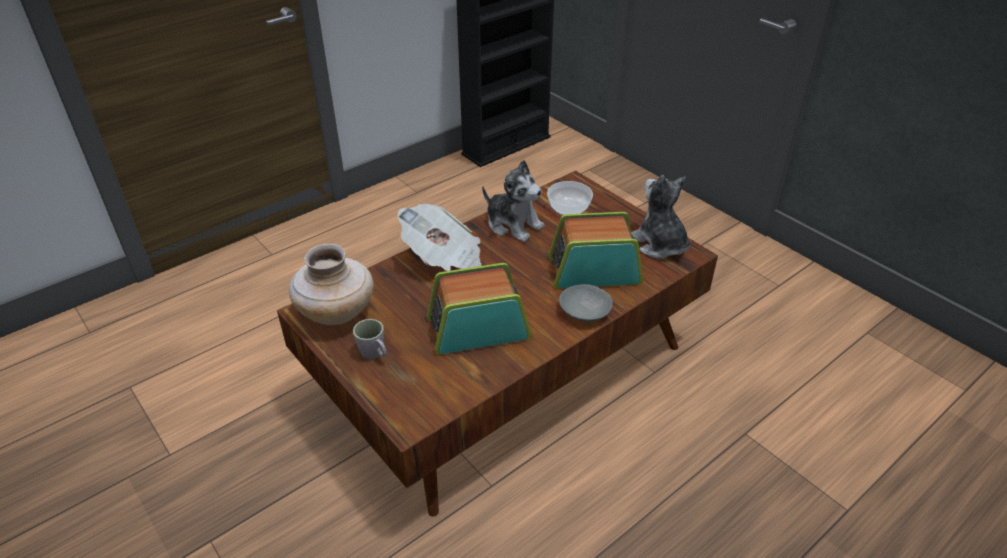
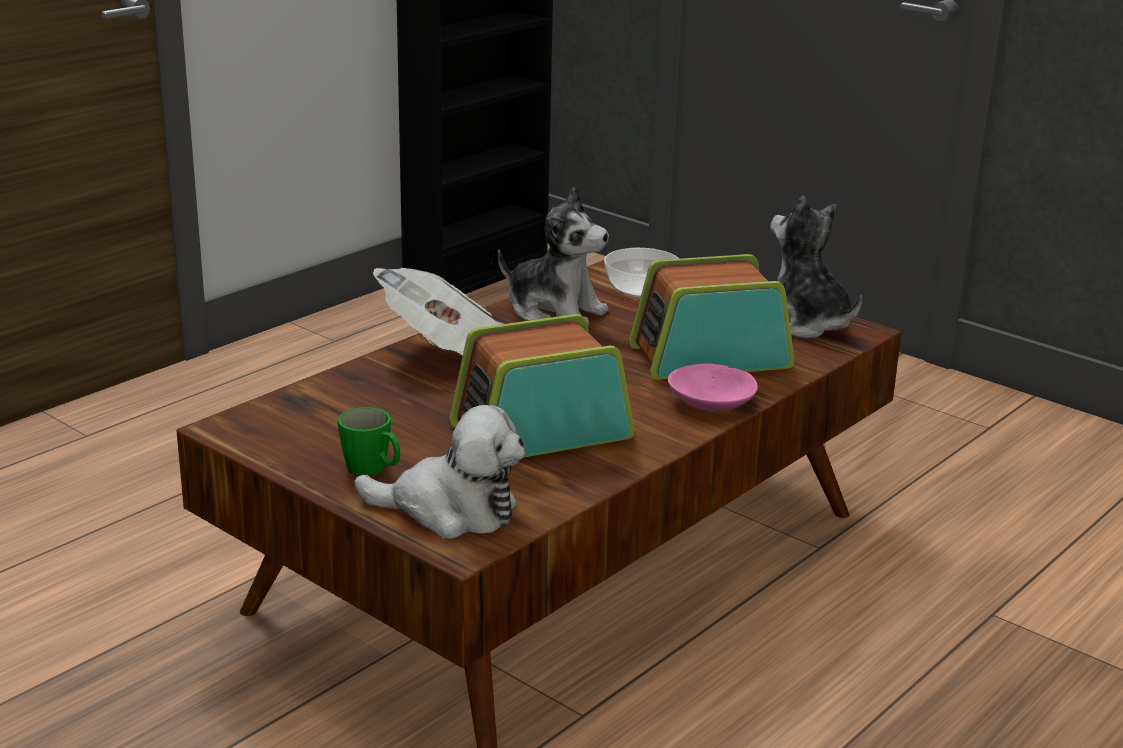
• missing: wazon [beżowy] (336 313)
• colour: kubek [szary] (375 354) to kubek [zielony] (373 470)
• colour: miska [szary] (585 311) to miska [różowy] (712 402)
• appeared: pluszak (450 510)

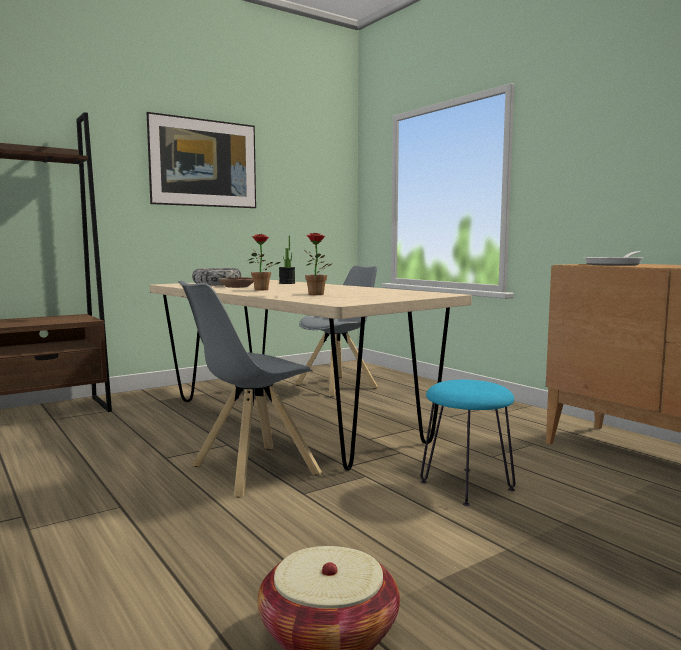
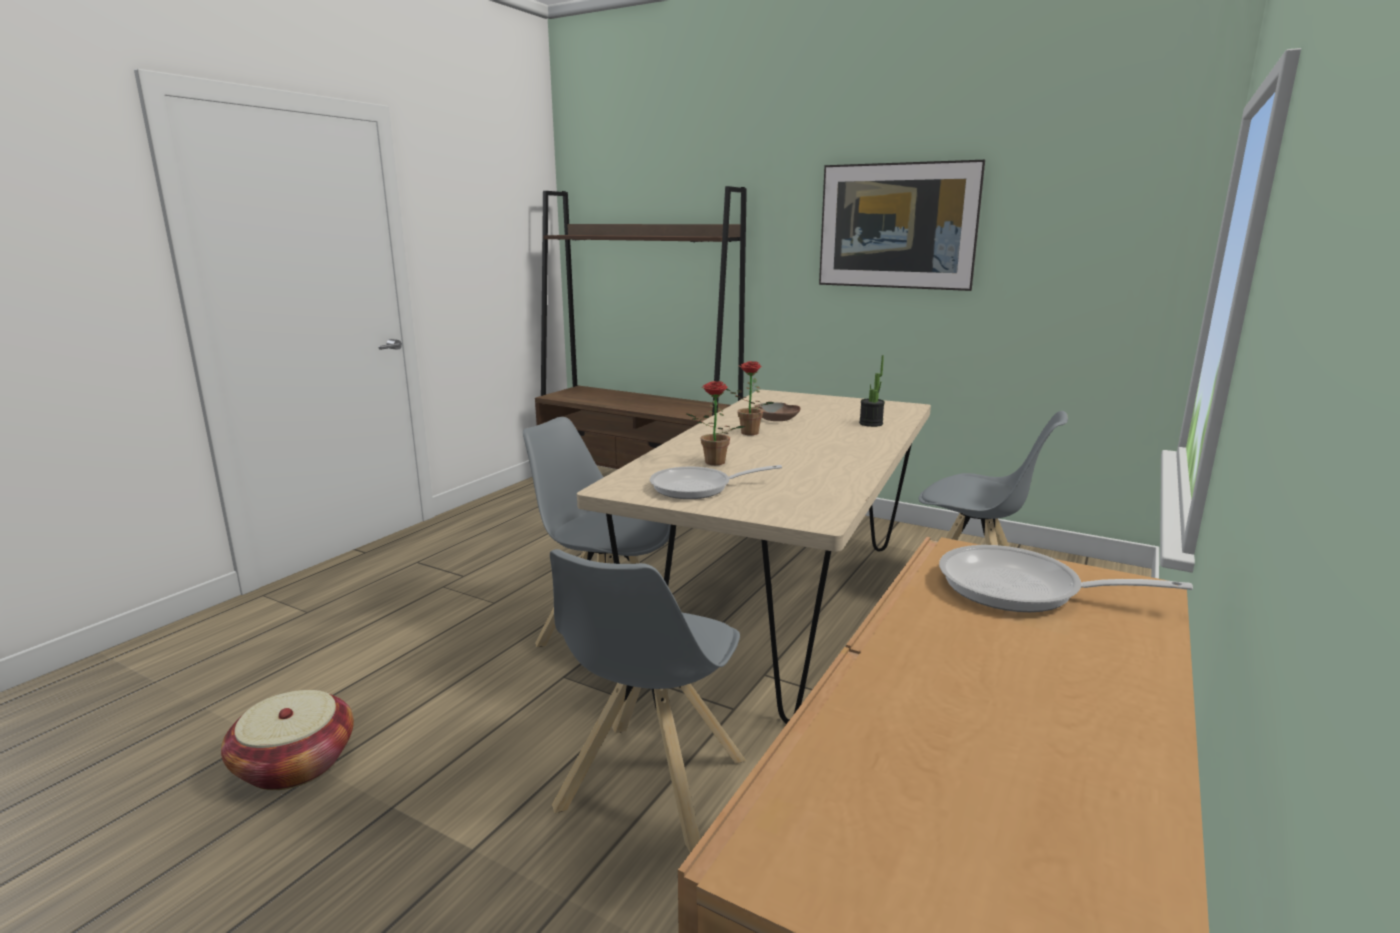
• missing: miska (217 284)
• exchanged: stołek [turkusowy] (466 486) to krzesło [szary] (649 787)
• appeared: patelnia (698 488)

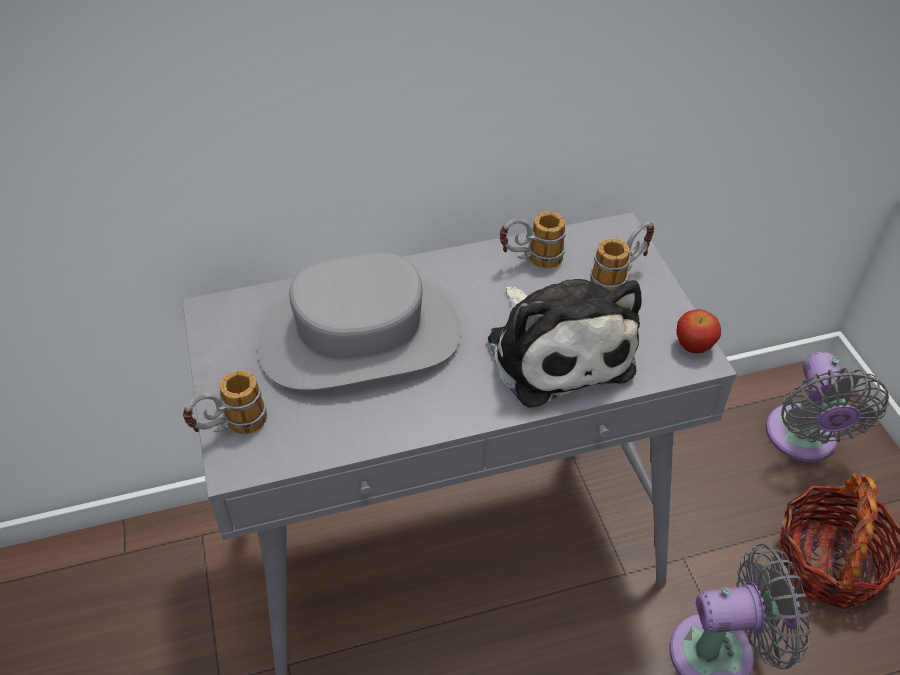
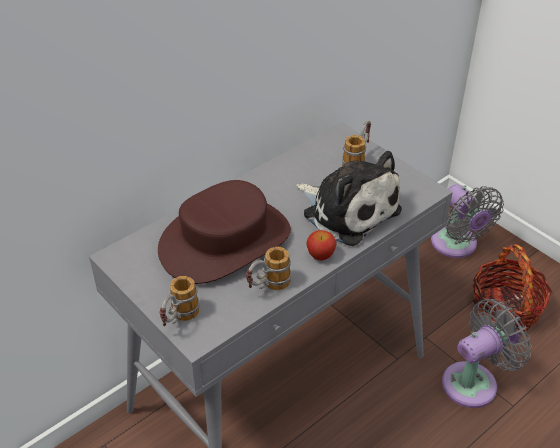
• colour: kapelusz [szary] (360 337) to kapelusz [brązowy] (225 240)
• relocated: kubek (530 261) to (267 287)
• relocated: jabłko (693 345) to (320 255)

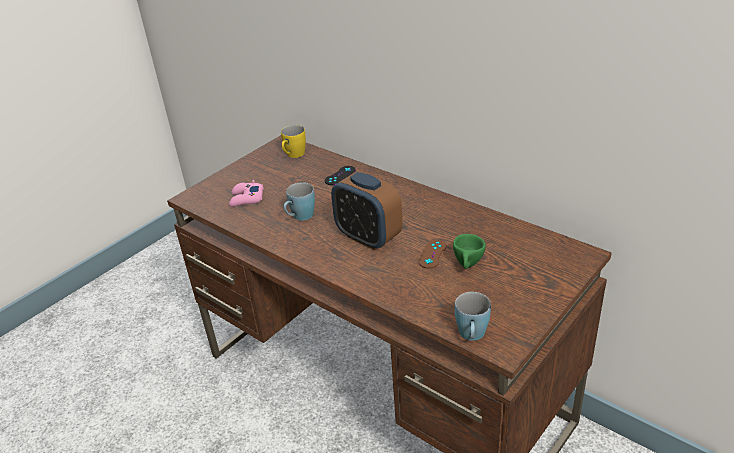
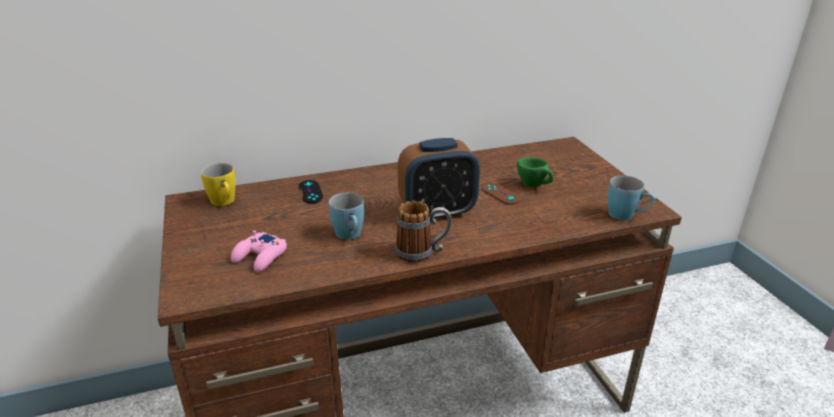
• appeared: kubek (422 253)

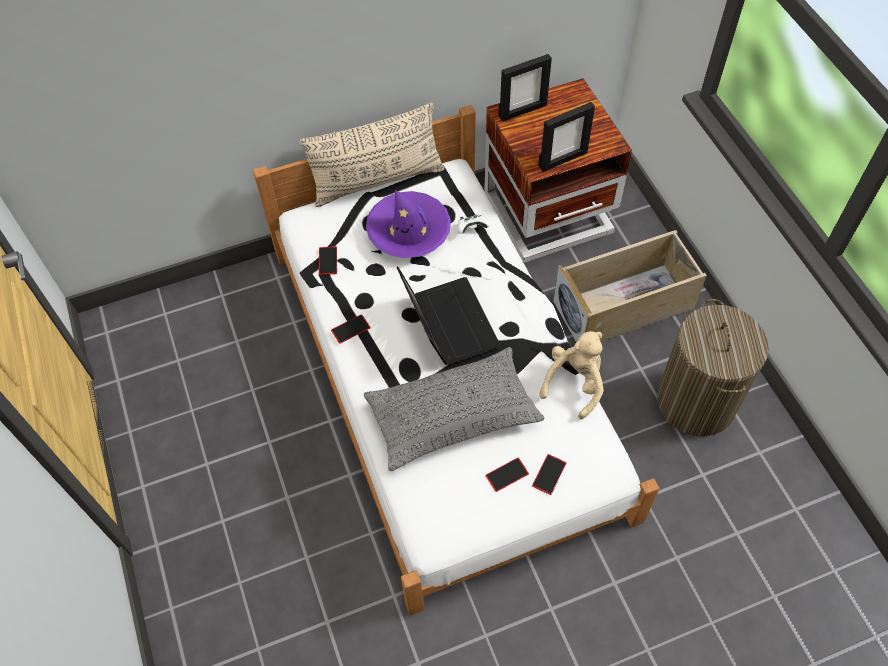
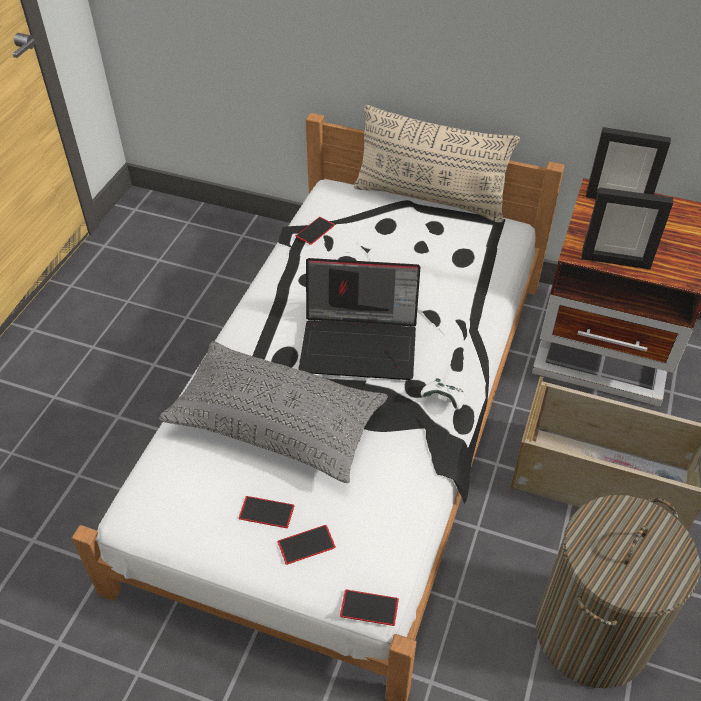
• relocated: telefon (350 329) to (369 607)
• missing: kapelusz [fioletowy] (409 231)
• spun: laptop (447 323) = (361 343) 75 degrees clockwise
• relocated: pad do gier [biały] (472 228) to (444 401)
• missing: pluszak [beżowy] (575 383)

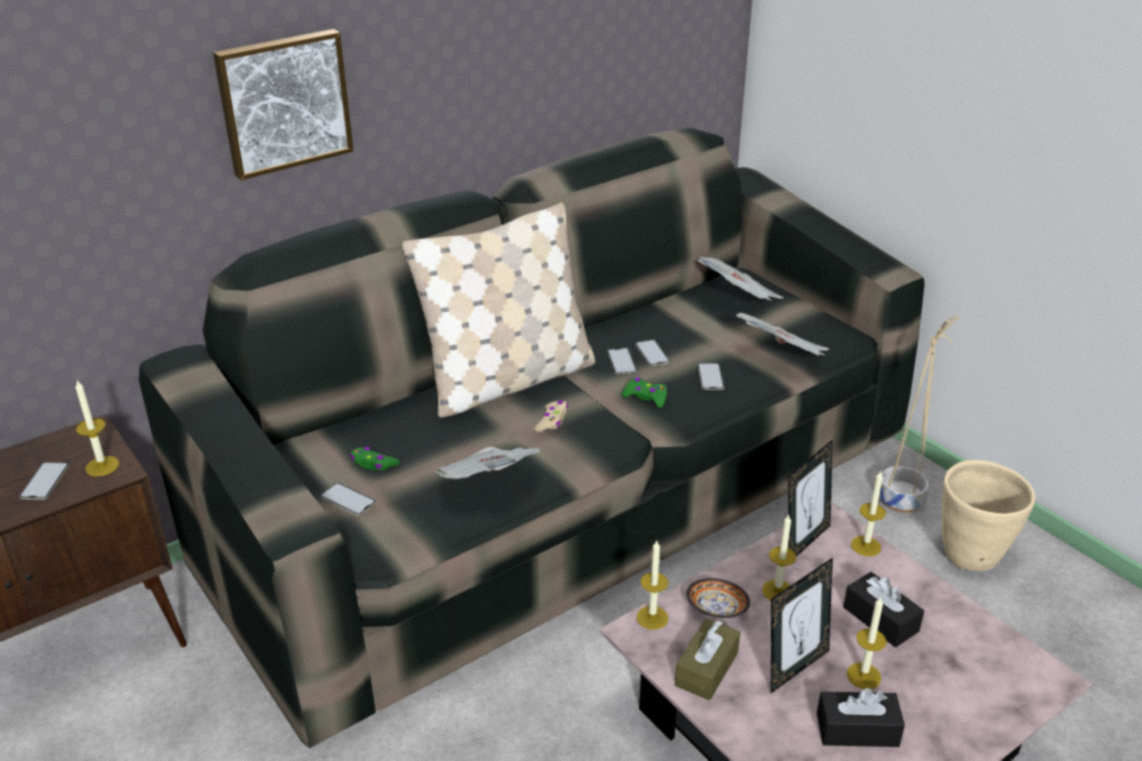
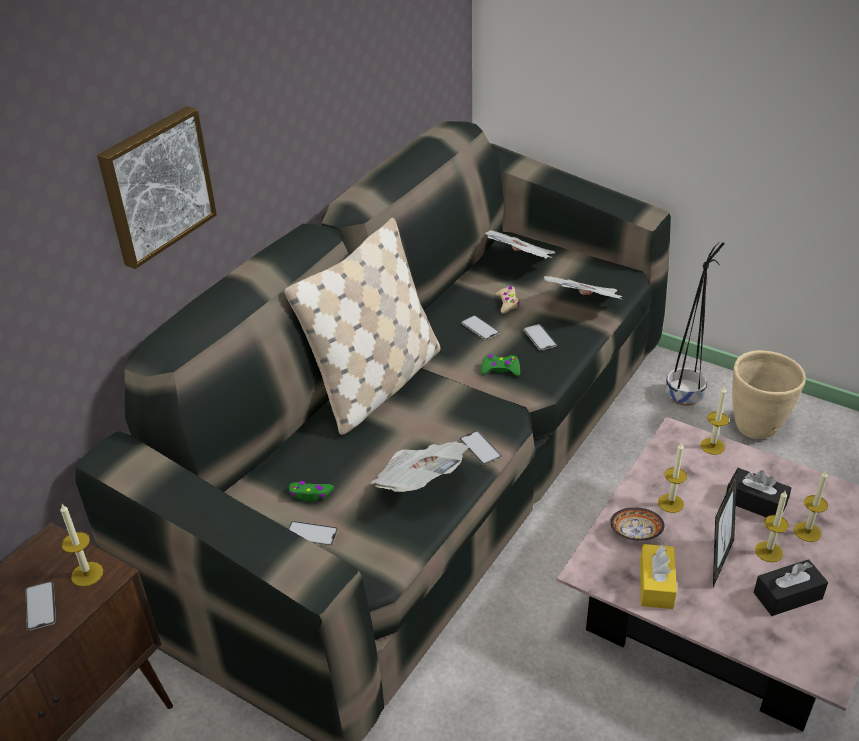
• relocated: pad do gier [beżowy] (552 421) to (507 303)
• relocated: telefon (621 361) to (480 448)
• relocated: świeca (652 617) to (807 532)
• colour: pudełko chusteczek [brązowy] (706 669) to pudełko chusteczek [żółty] (656 584)
• missing: ramka na zdjęcie (804 541)
• colour: donica [beżowy] (902 500) to donica [czarny] (685 395)

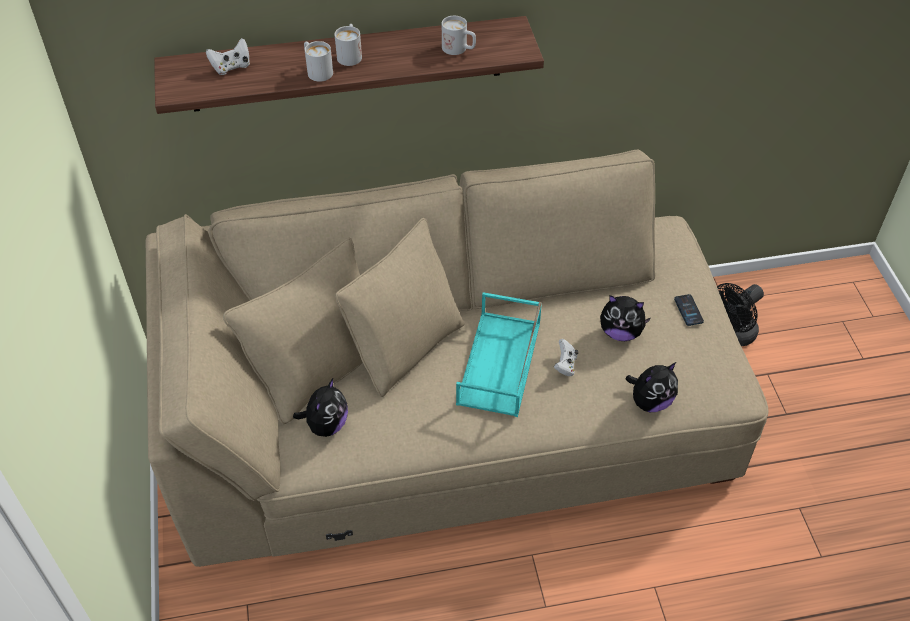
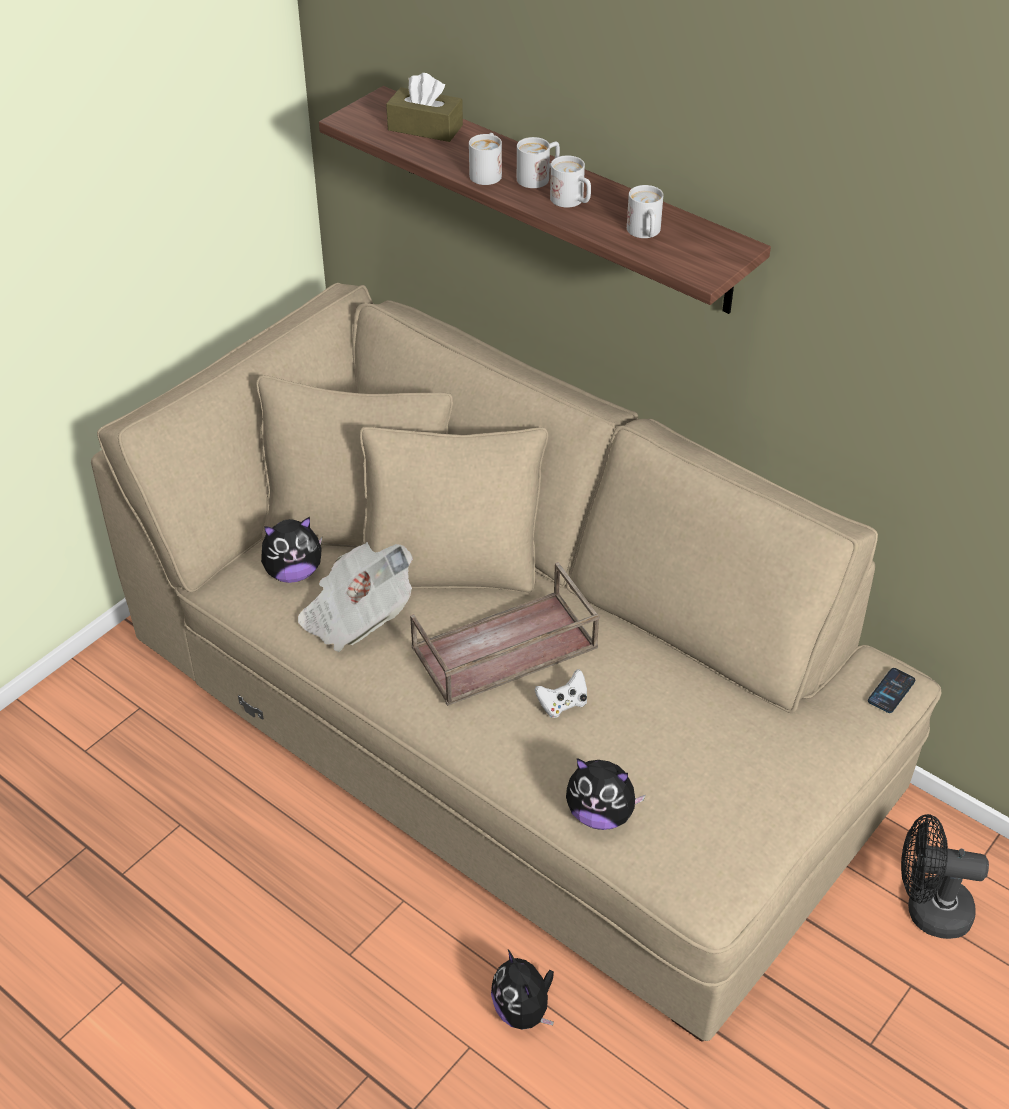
• exchanged: pad do gier [biały] (231 67) to pudełko chusteczek [brązowy] (425 128)
• colour: taca [turkusowy] (500 364) to taca [brązowy] (503 650)
• relocated: pluszak (620 332) to (523 1010)
• relocated: telefon (688 310) to (891 691)
• appeared: gazeta (357 615)
• appeared: kubek [biały] (572 202)

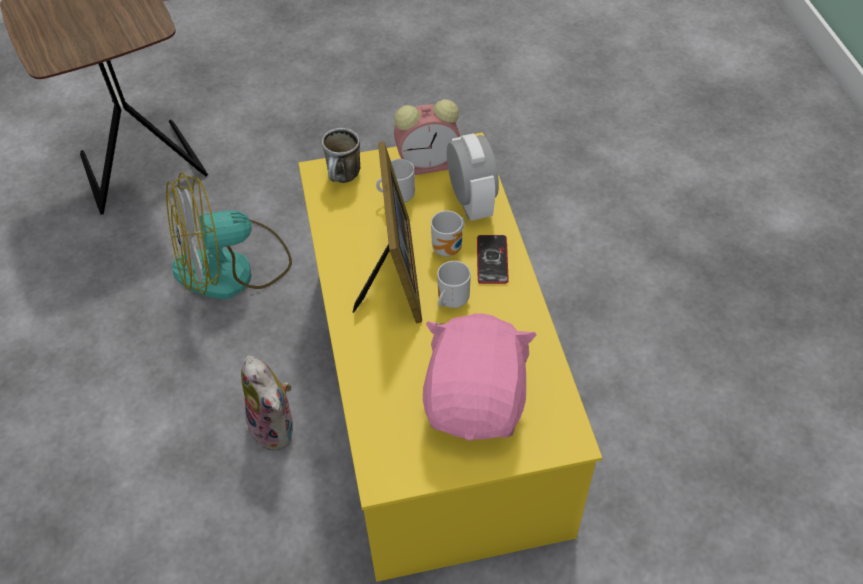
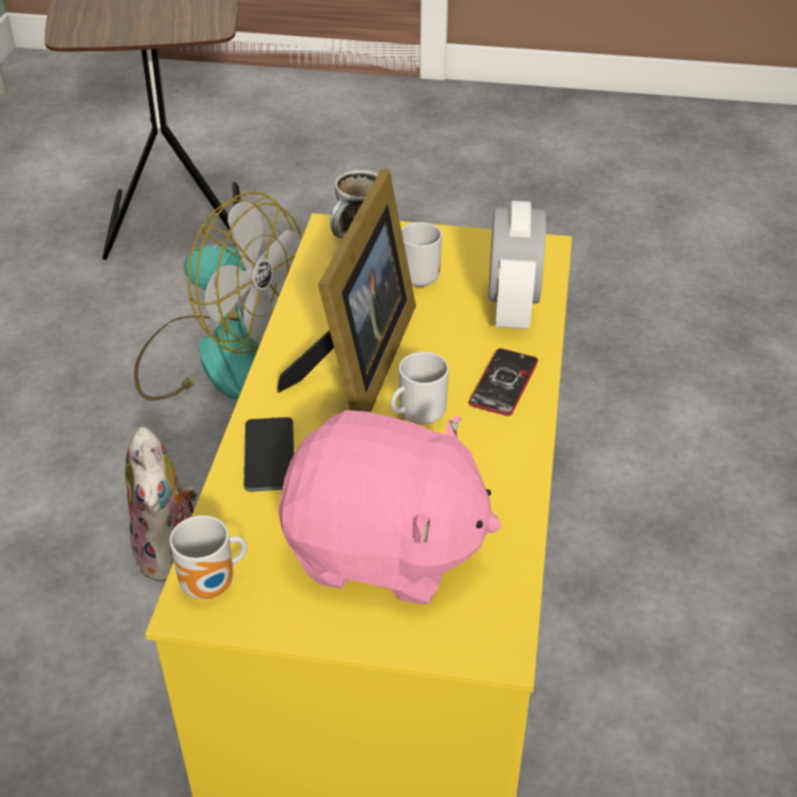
• spun: wentylator (232 268) = (219 356) 150 degrees counterclockwise
• missing: budzik (429 163)
• spun: pluszak [różowy] (476 401) = (384 549) 75 degrees clockwise
• relocated: kubek (449 249) to (213 586)
• appeared: telefon (269 455)

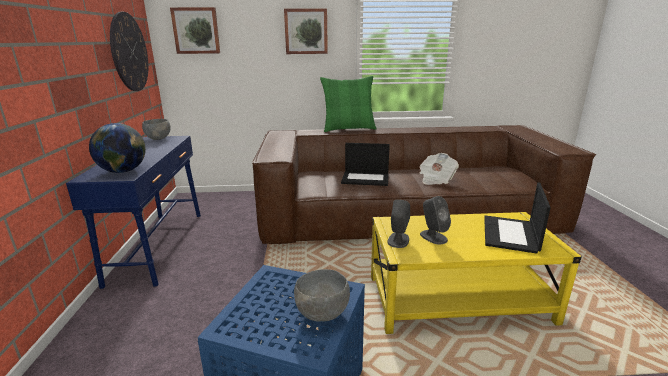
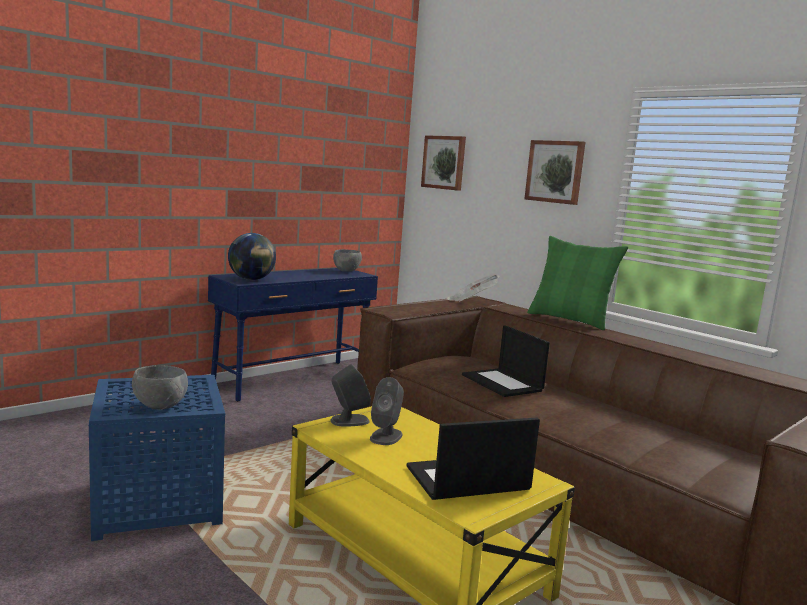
• missing: zegar ścienny (129 52)
• relocated: gazeta (436 179) to (471 301)

